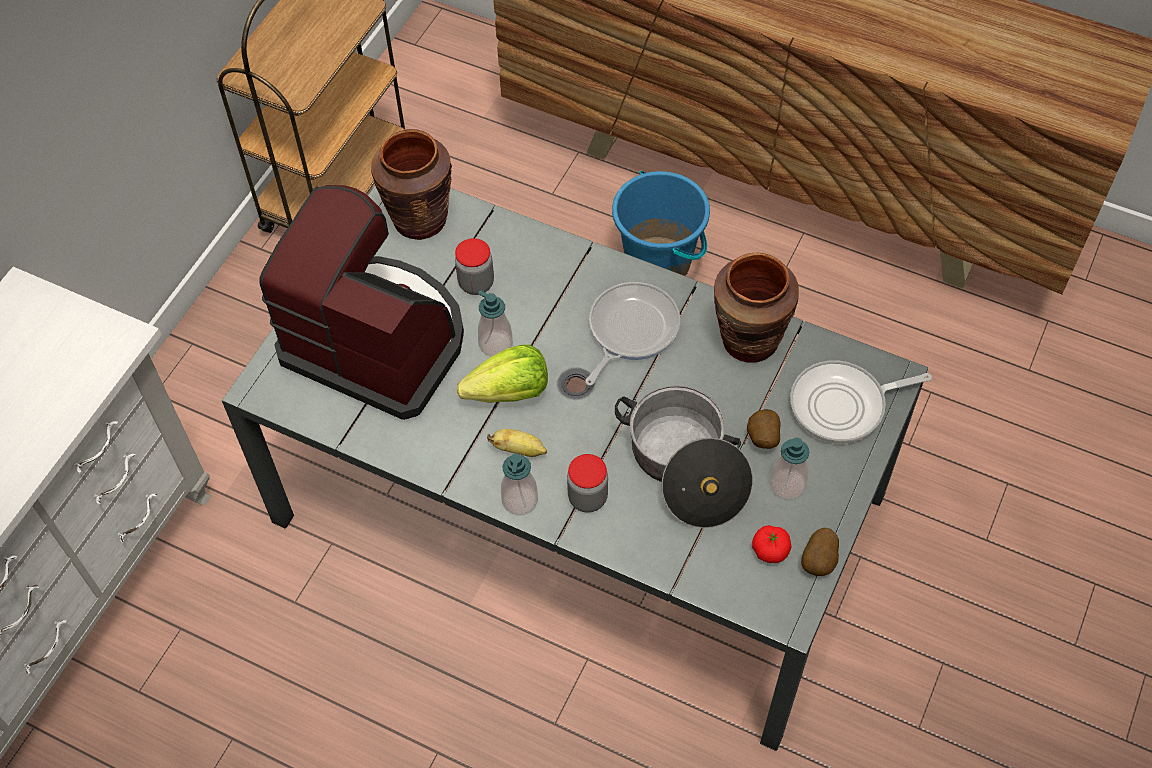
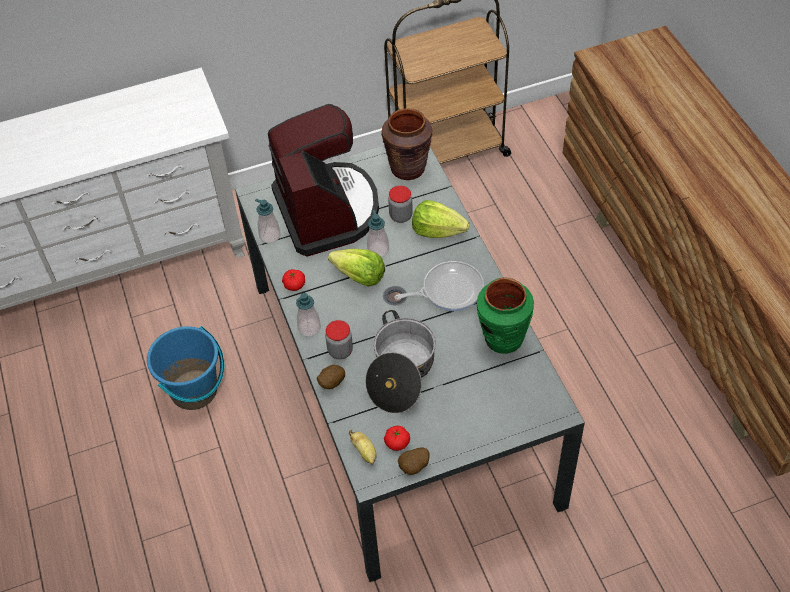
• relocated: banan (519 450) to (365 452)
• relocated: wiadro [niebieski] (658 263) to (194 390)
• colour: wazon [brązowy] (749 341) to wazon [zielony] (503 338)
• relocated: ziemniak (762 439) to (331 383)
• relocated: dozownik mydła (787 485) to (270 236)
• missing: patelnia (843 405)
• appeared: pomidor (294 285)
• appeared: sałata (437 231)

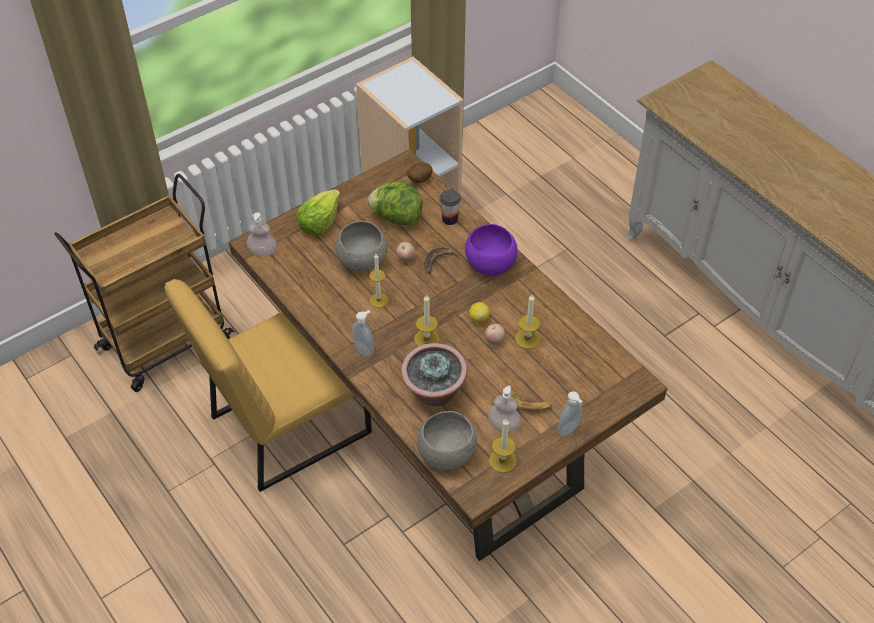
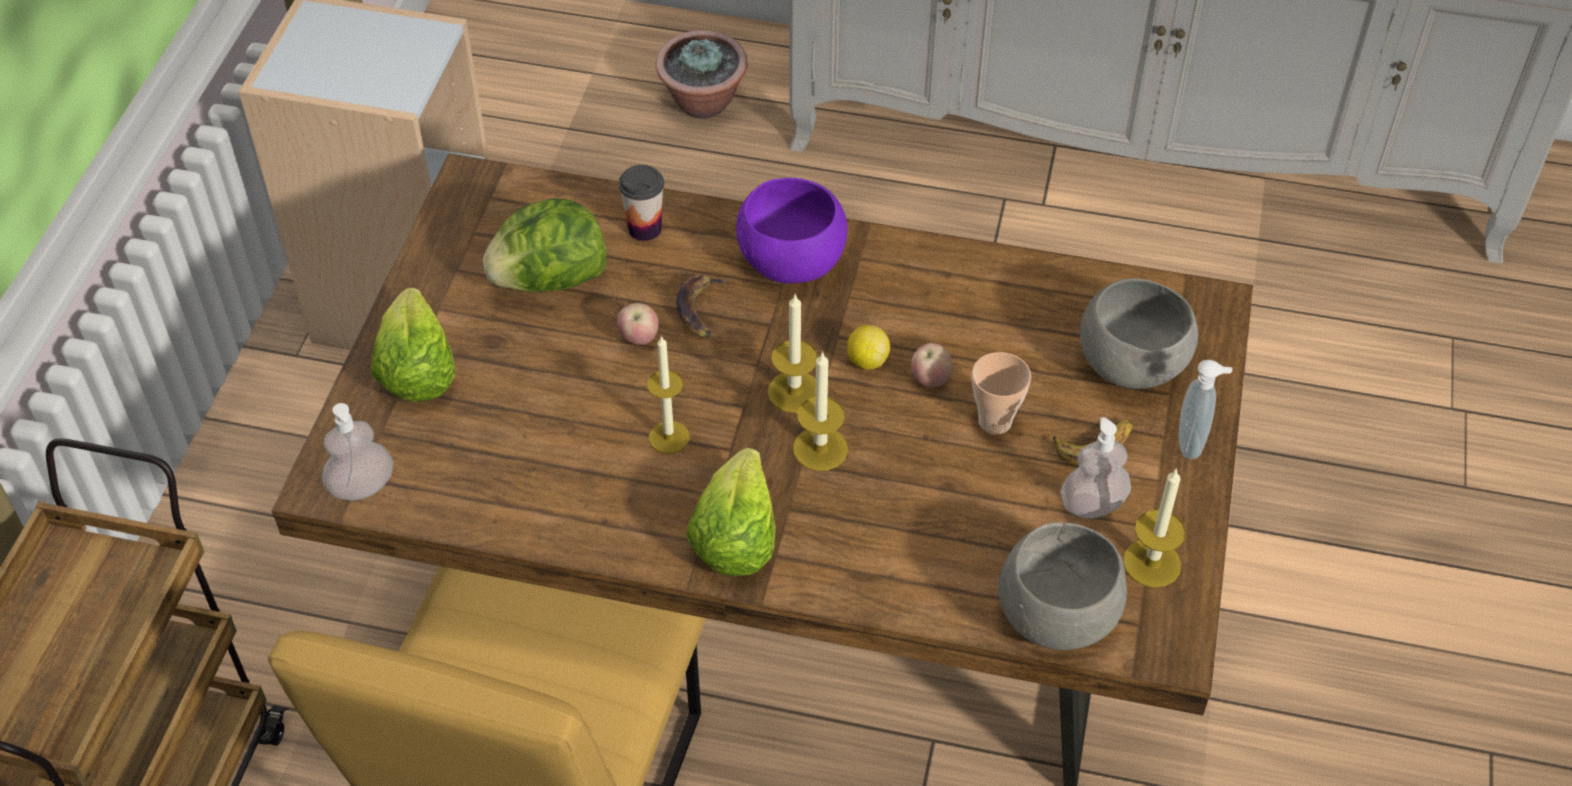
• relocated: miska [szary] (363 261) to (1131 364)
• exchanged: dozownik mydła (364 349) to sałata (734 536)
• relocated: roślina doniczkowa (434 393) to (703 103)
• missing: ziemniak (419 180)
• relocated: świeca (527 338) to (794 392)
• appeared: filiżanka (995 421)

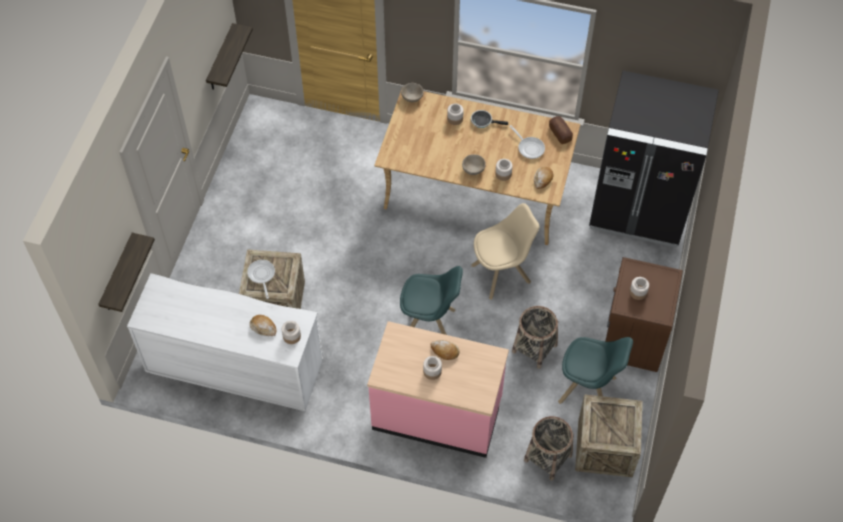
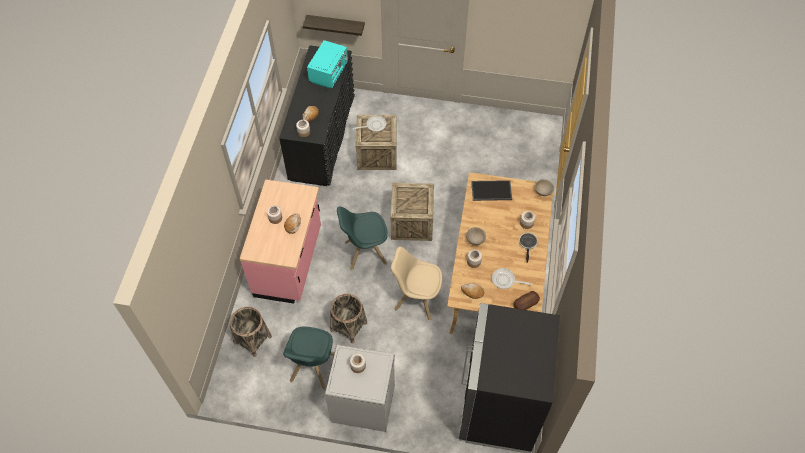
• colour: komoda [biały] (234 368) to komoda [czarny] (322 138)
• missing: półka (220 59)
• spun: krzesło [turkusowy] (430 325) = (365 252) 75 degrees clockwise
• spun: krzesło [beżowy] (501 274) = (416 299) 135 degrees clockwise
• spun: patelnia (529 148) = (505 280) 60 degrees clockwise
• relocated: skrzynka (605 448) to (412 223)
• colour: pralka [brązowy] (632 338) to pralka [biały] (363 402)
• appeared: mikrofalówka [turkusowy] (329 73)
• appeared: taca (491 191)

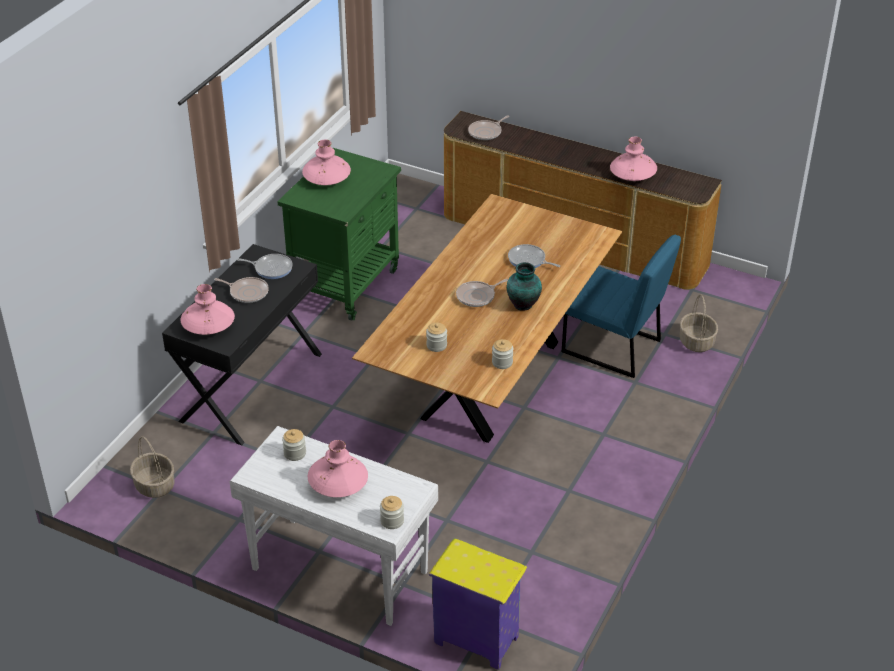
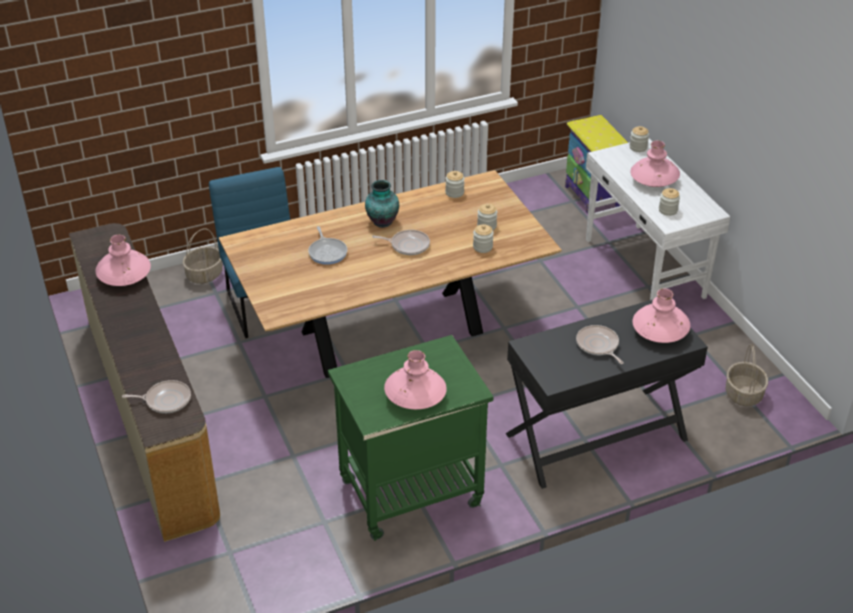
• missing: patelnia (271 268)
• appeared: słoik (482 247)

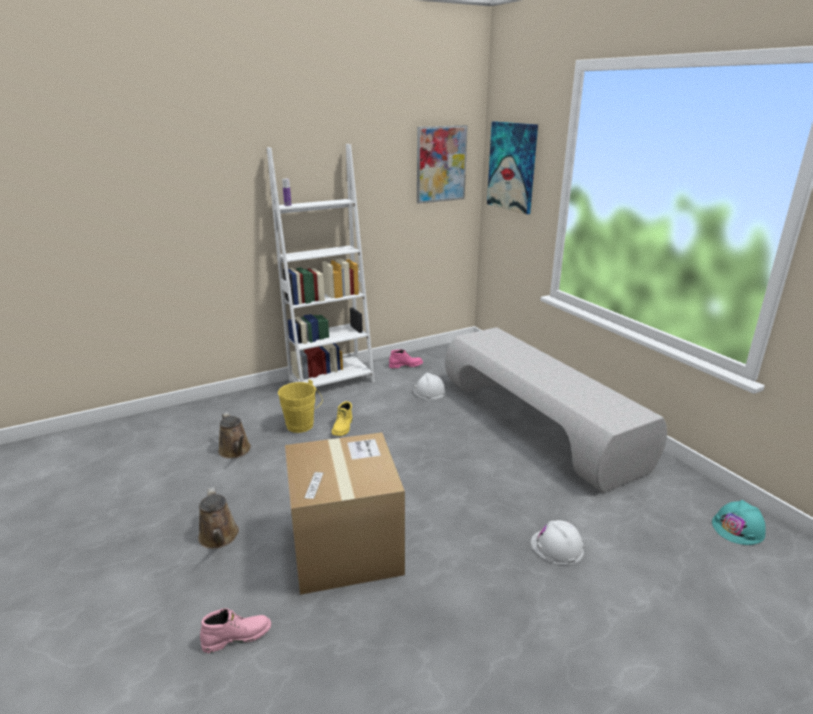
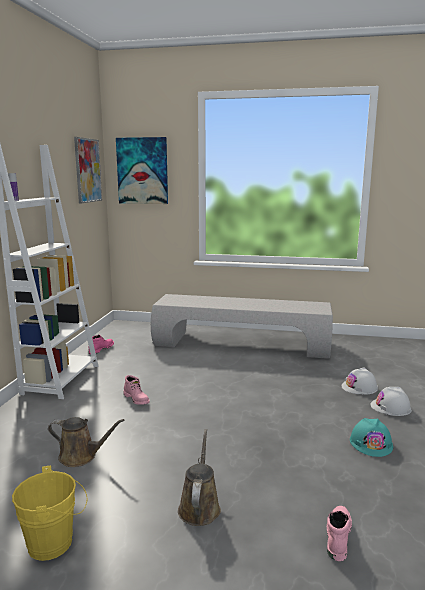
• spun: konewka [brązowy] (219 537) = (199 507) 105 degrees counterclockwise
• relocated: wiadro [żółty] (302 426) to (55 542)
• missing: karton (345 547)
• colour: but z cholewką [żółty] (343 428) to but z cholewką [różowy] (137 399)
• relocated: kask [biały] (429 391) to (390 407)
• relocated: kask [turkusowy] (738 528) to (371 443)

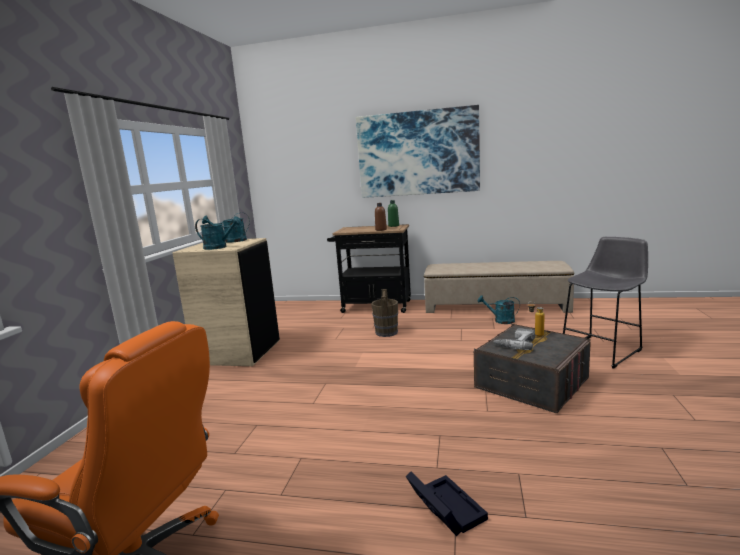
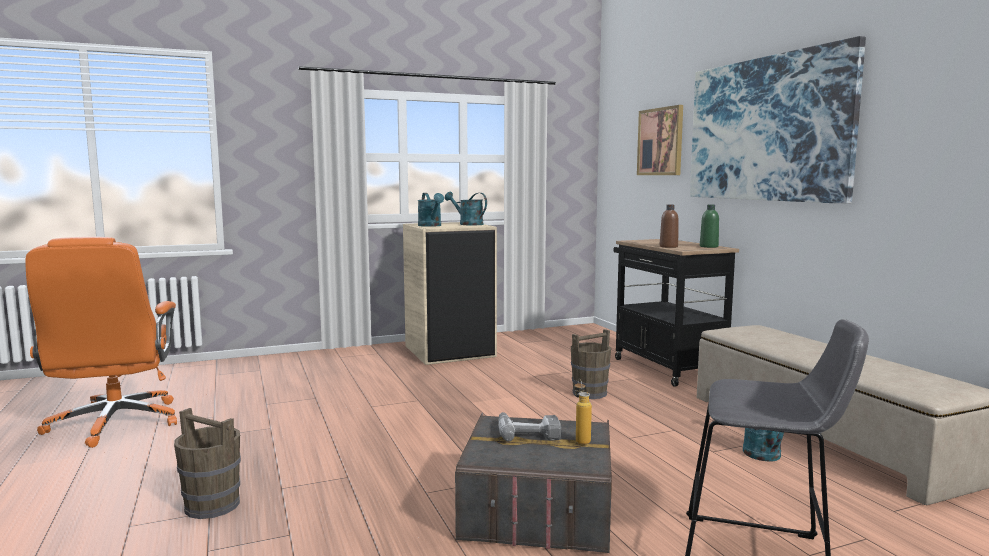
• exchanged: pojemnik do przechowywania [czarny] (444 508) to wiadro [brązowy] (212 505)
• appeared: obraz (660 141)

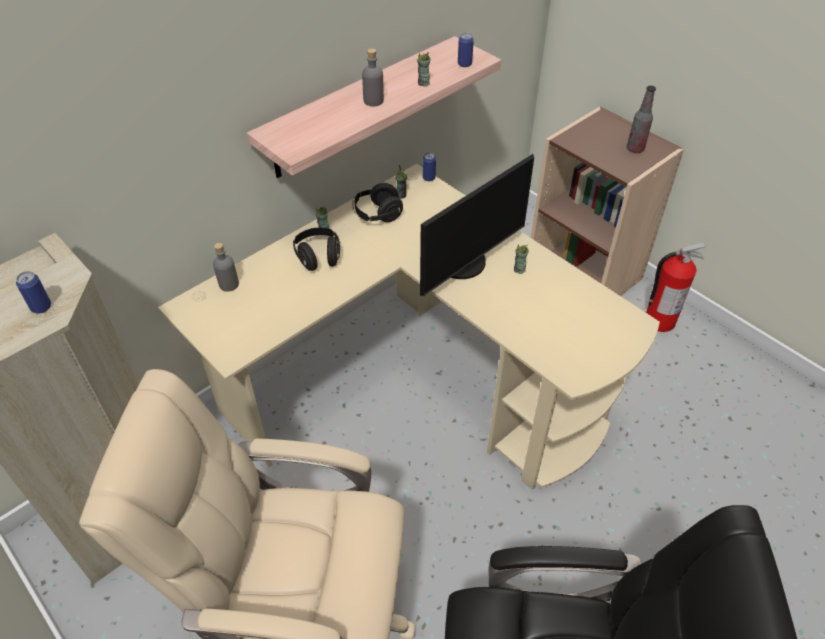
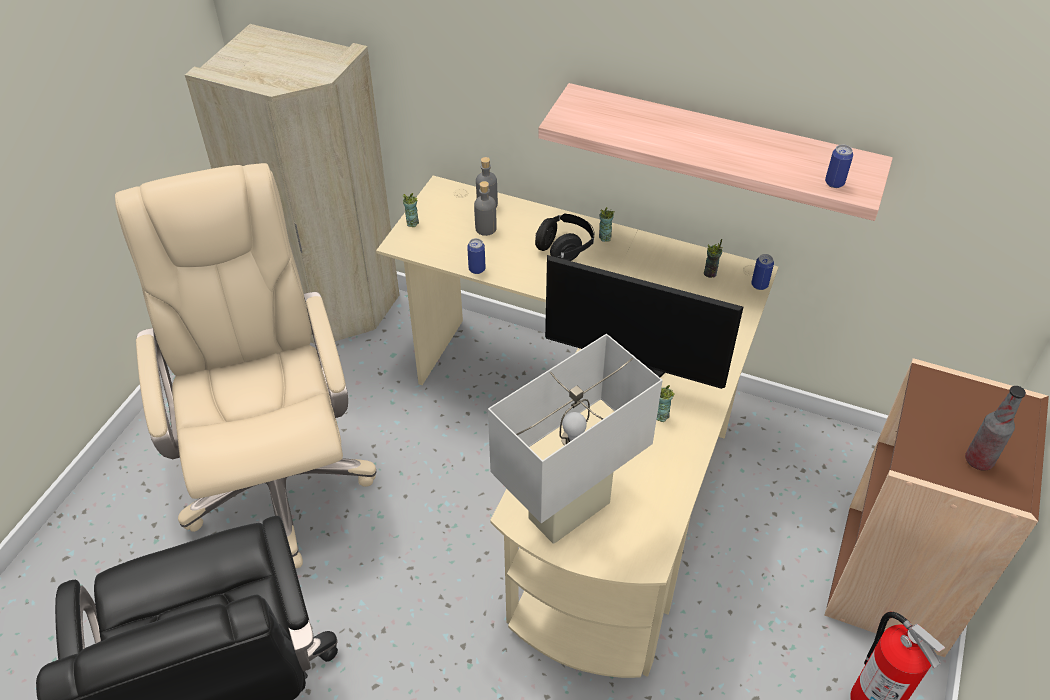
• relocated: puszka (41 307) to (477 269)
• missing: słuchawki [czarny] (377 215)
• relocated: butelka [szary] (373 101) to (485 228)
• relocated: filiżanka (423 83) to (412 223)
• appeared: lampa stołowa [biały] (569 510)

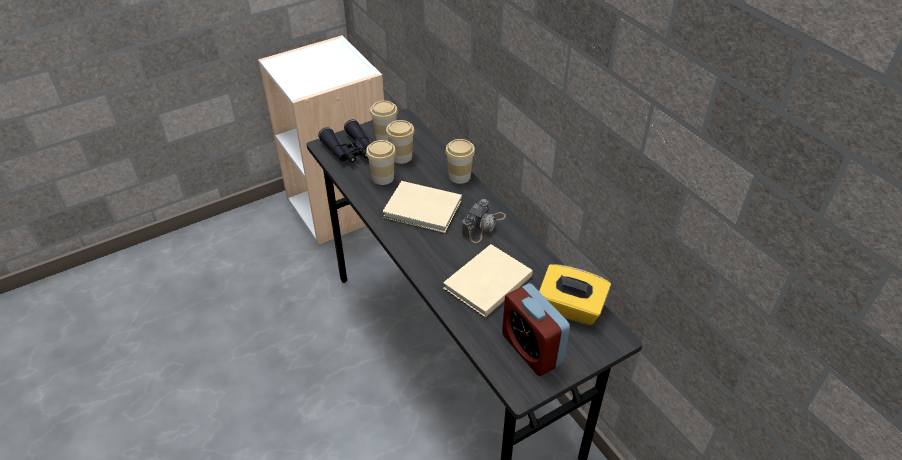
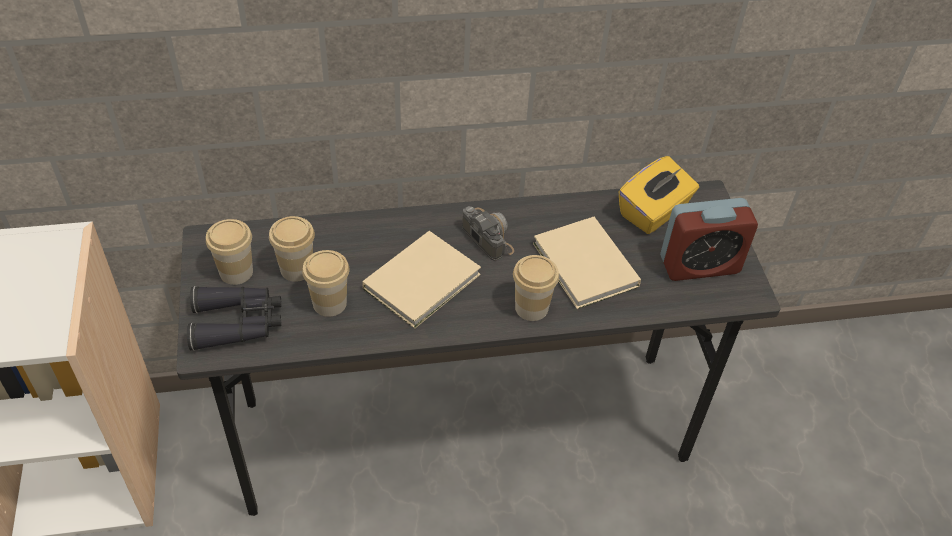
• relocated: filiżanka (459 176) to (531 307)

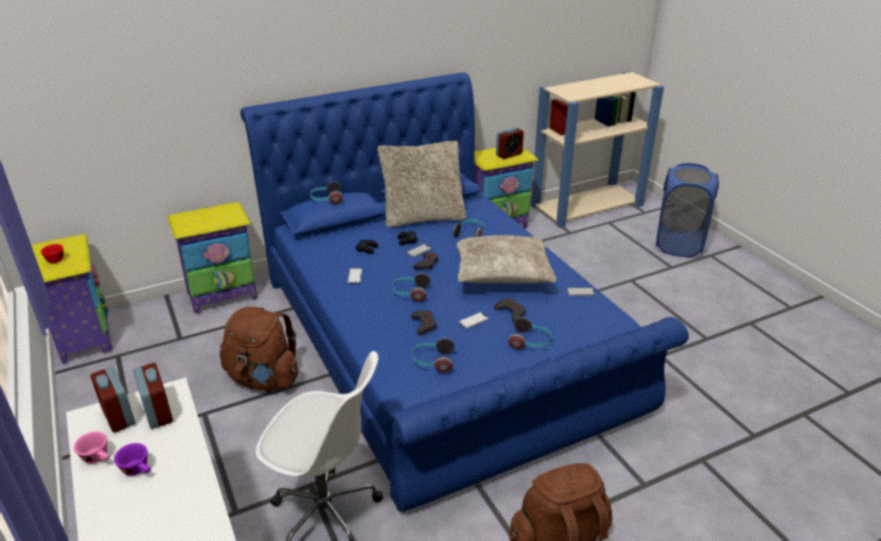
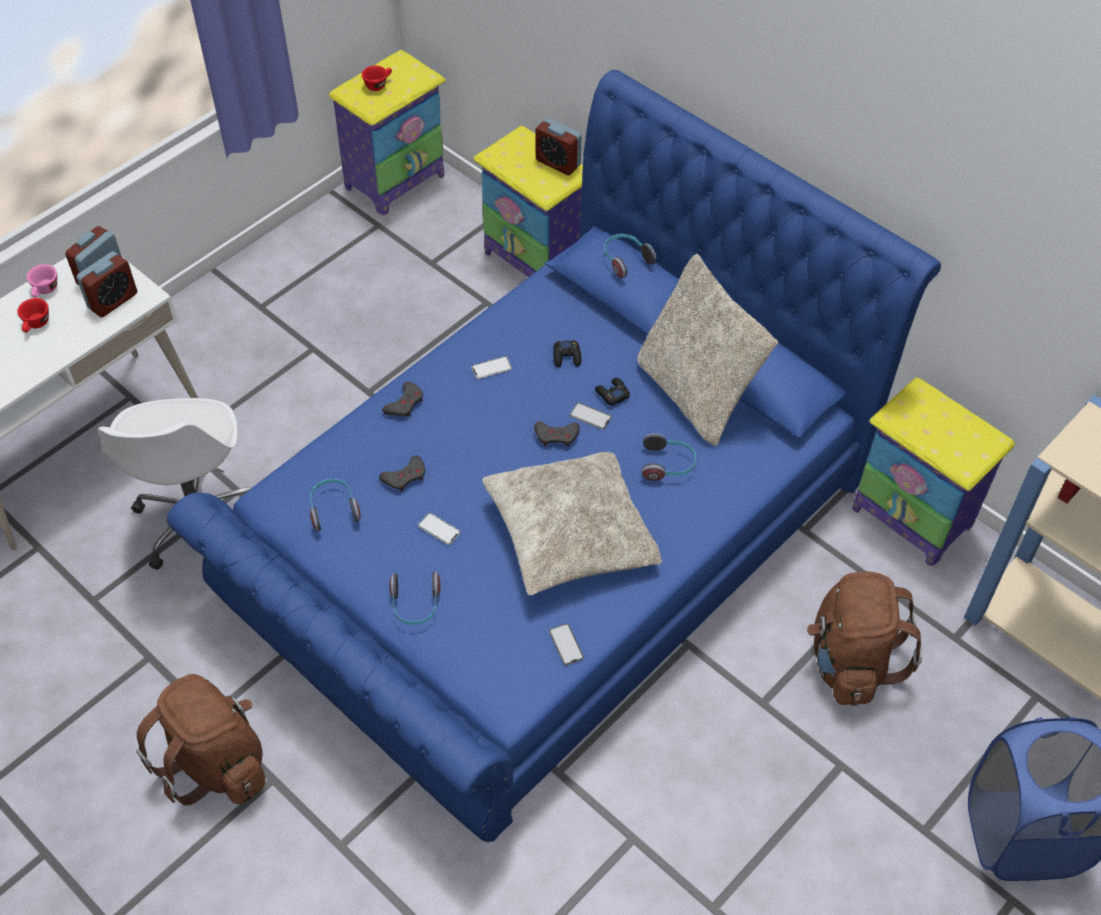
• colour: filiżanka [fioletowy] (138 470) to filiżanka [czerwony] (36 325)
• relocated: plecak [brązowy] (263 379) to (850 661)
• missing: słuchawki (410 293)
• relocated: pad do gier [szary] (511 312) to (405 403)
• relocated: budzik (509 154) to (558 163)

